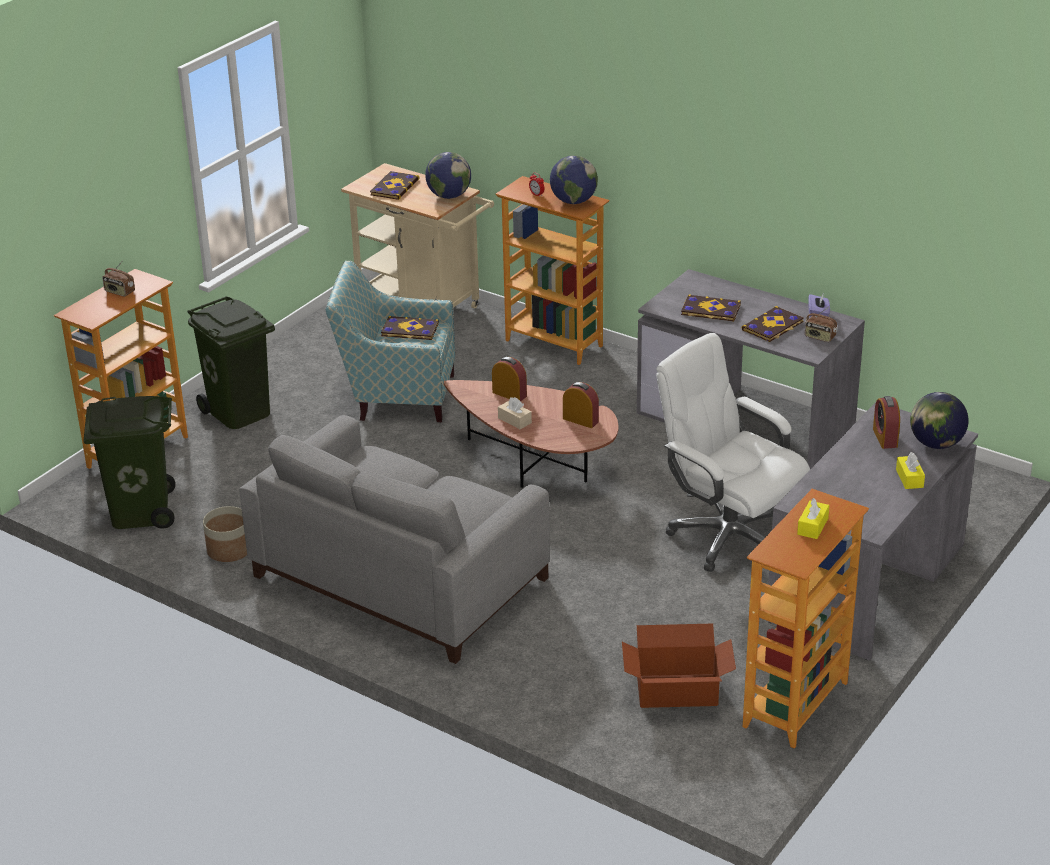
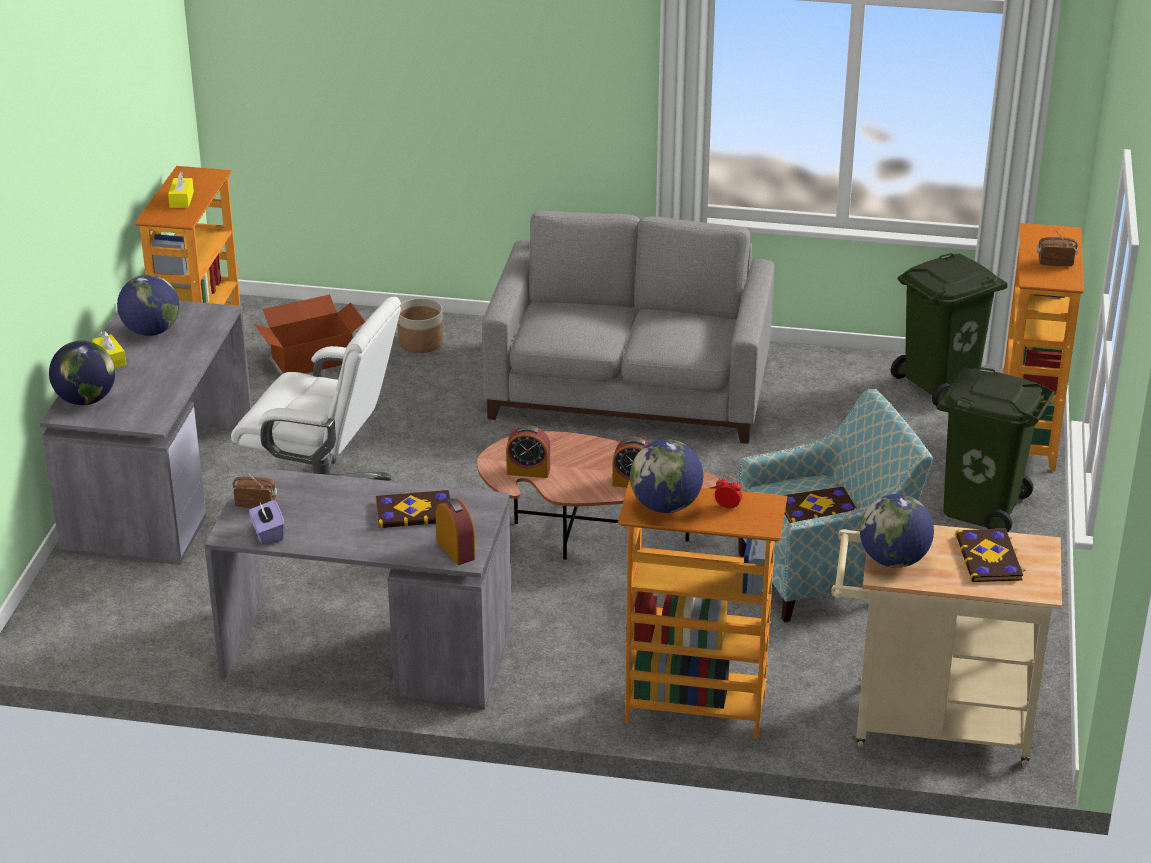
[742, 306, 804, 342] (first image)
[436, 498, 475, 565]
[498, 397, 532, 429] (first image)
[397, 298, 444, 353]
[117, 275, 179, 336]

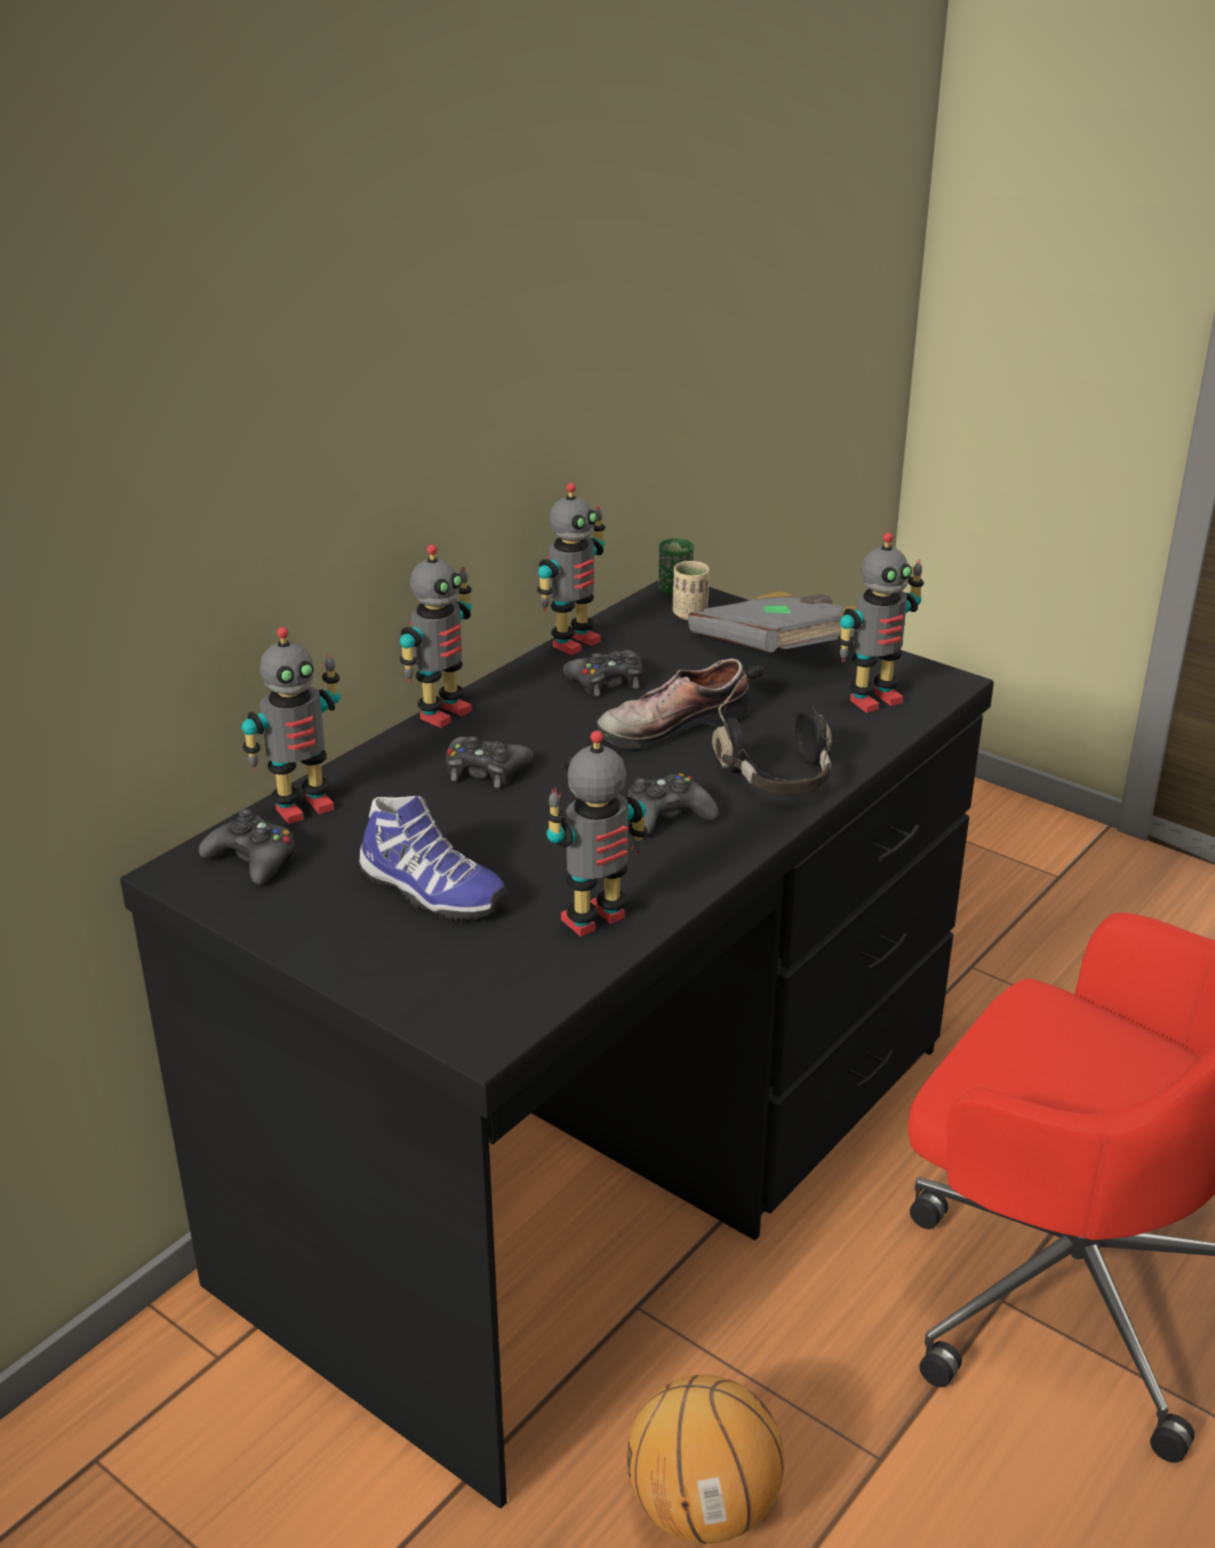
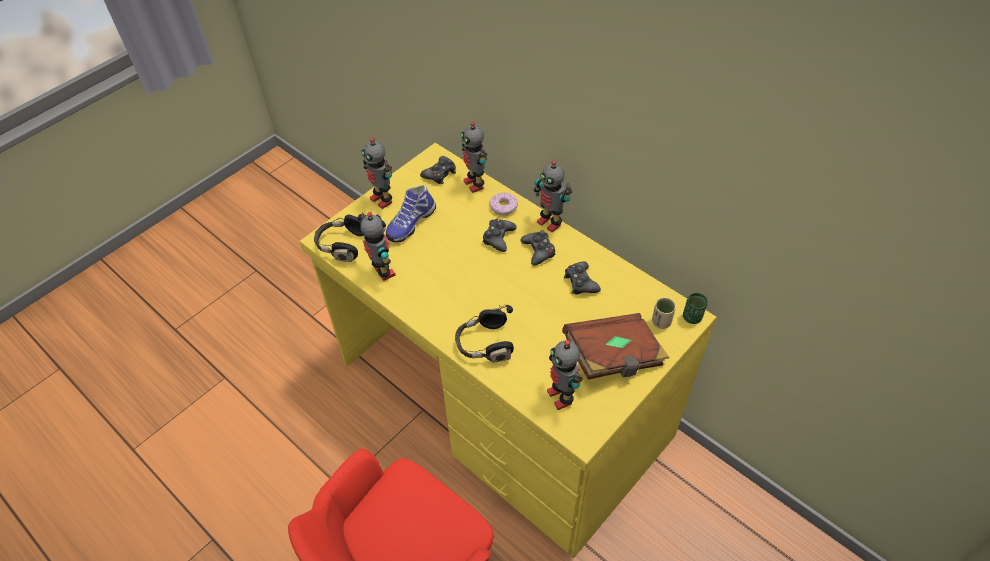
[361, 138, 392, 209]
[300, 143, 717, 558]
[562, 313, 669, 380]
[597, 659, 749, 749] (first image)
[521, 230, 556, 266]
[627, 1375, 784, 1544] (first image)
[489, 193, 518, 215]
[314, 214, 367, 262]

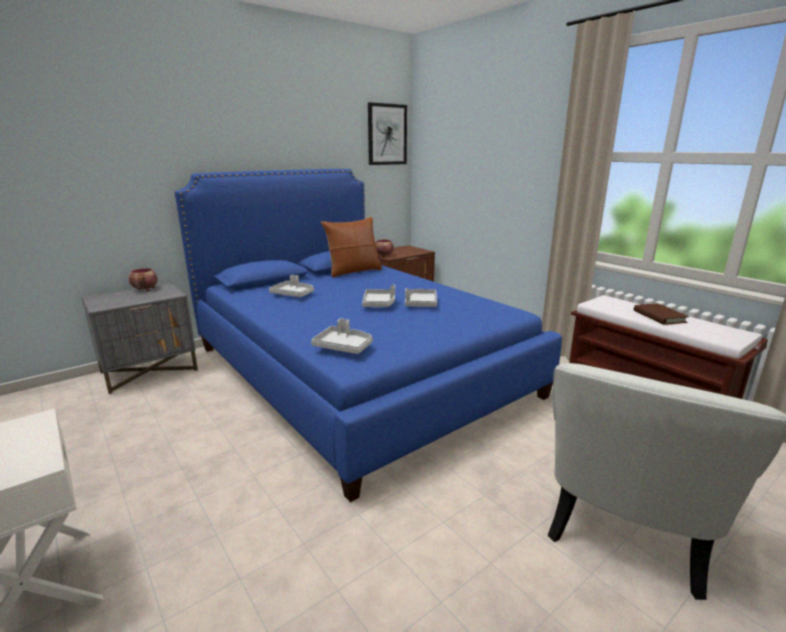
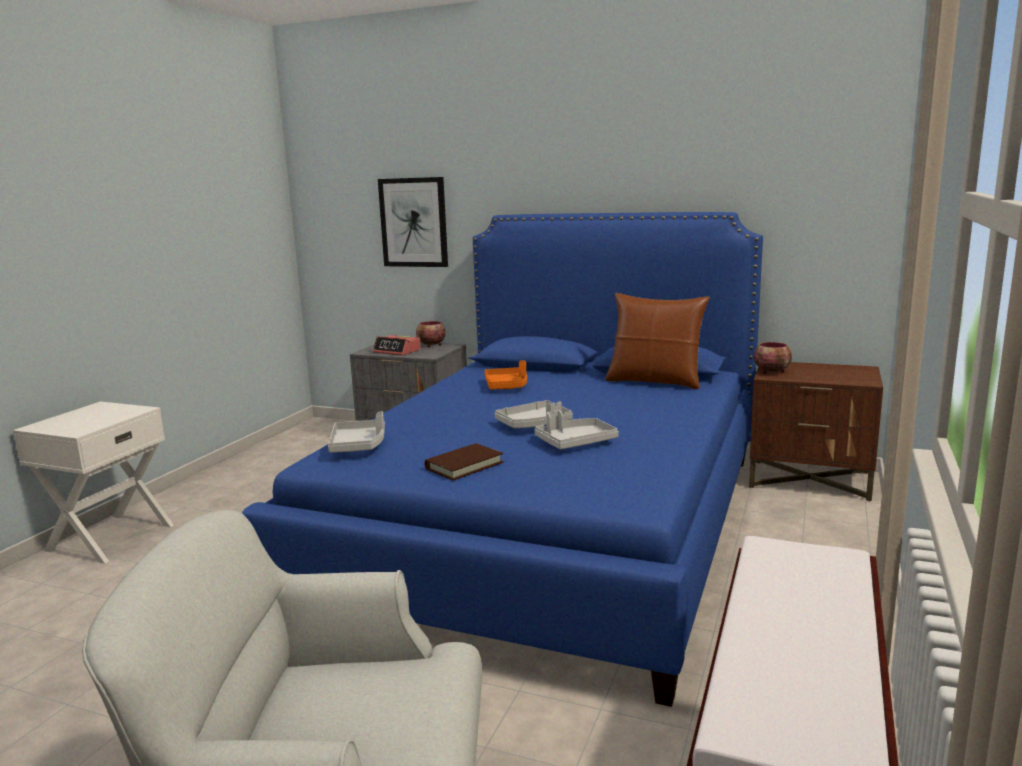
[378, 177, 448, 267]
[484, 360, 527, 389]
[425, 443, 504, 480]
[373, 335, 421, 355]

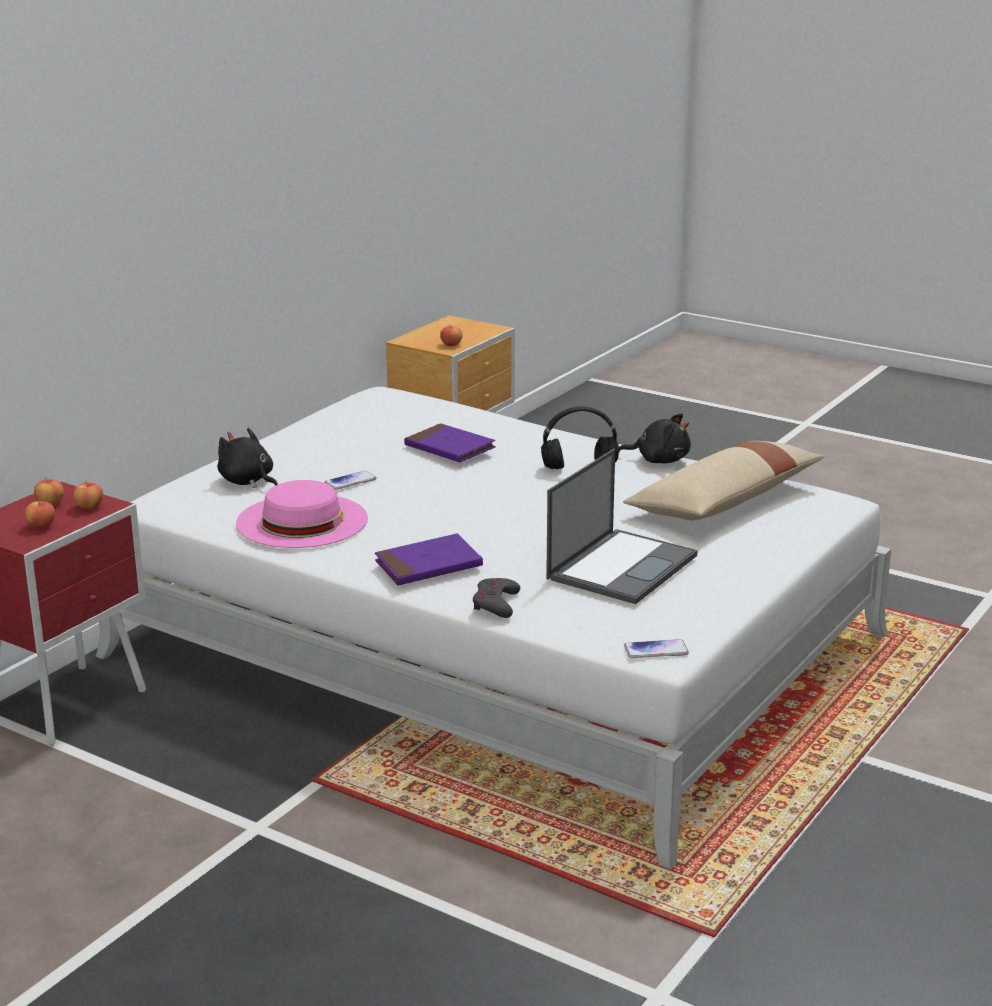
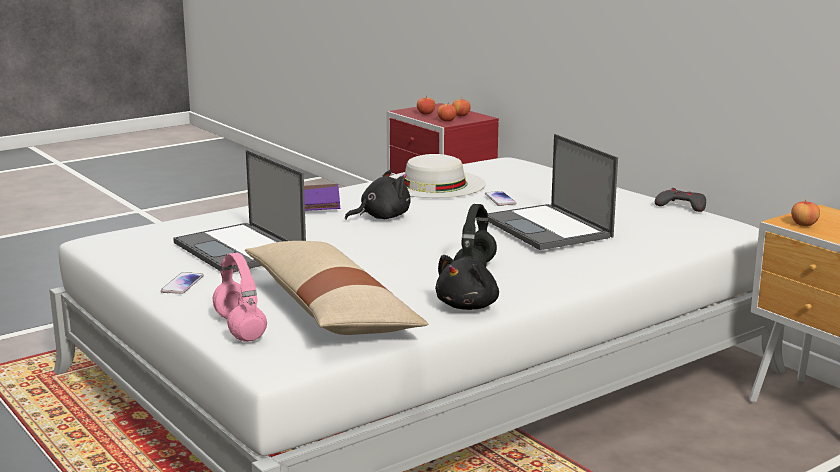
[488, 134, 618, 250]
[345, 170, 411, 219]
[390, 154, 486, 198]
[655, 188, 706, 212]
[161, 272, 204, 294]
[213, 253, 267, 342]

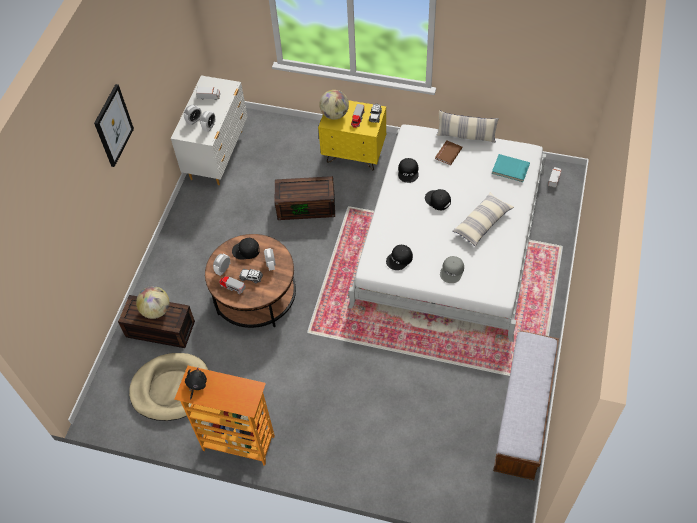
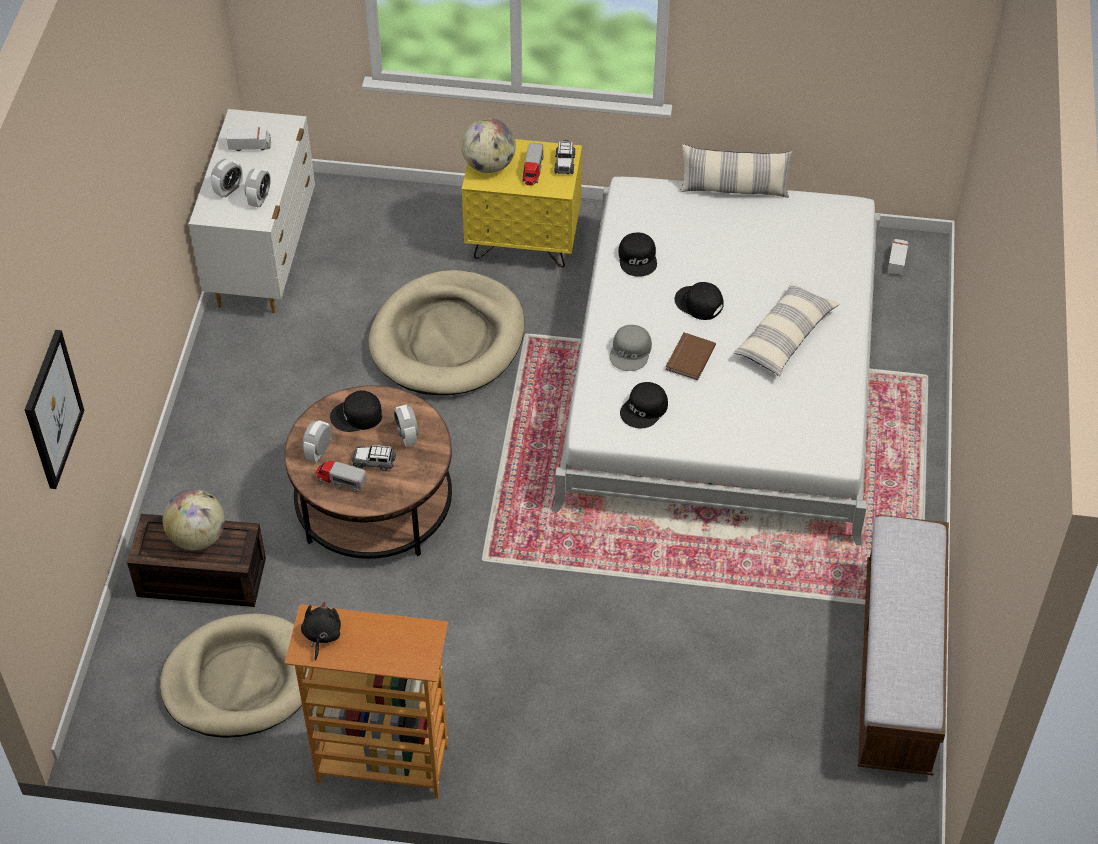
[25, 330, 84, 489]
[665, 333, 716, 380]
[492, 154, 530, 182] (first image)
[369, 270, 524, 395]
[610, 325, 652, 371]

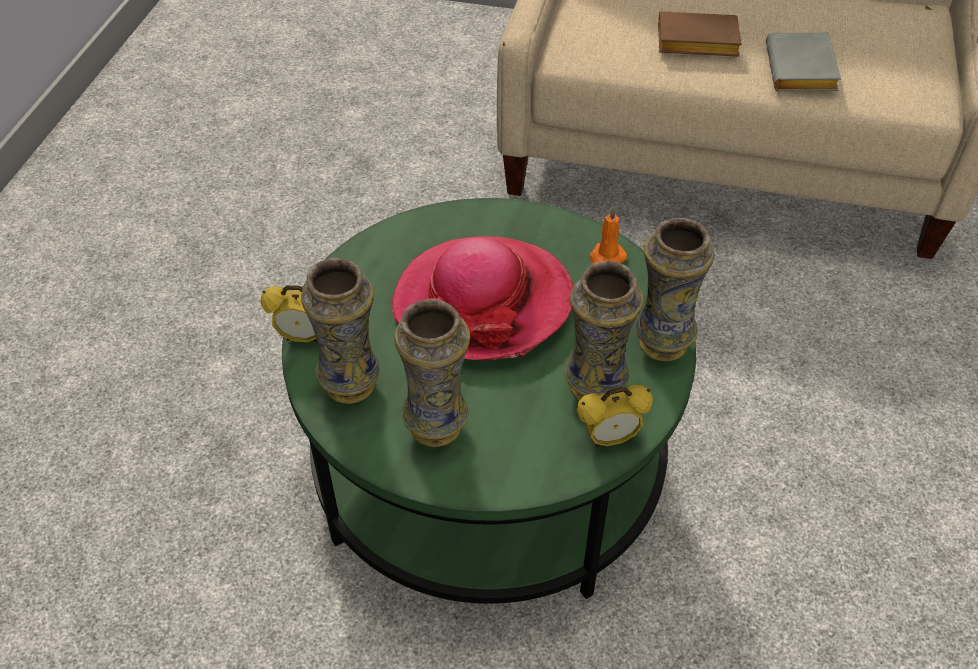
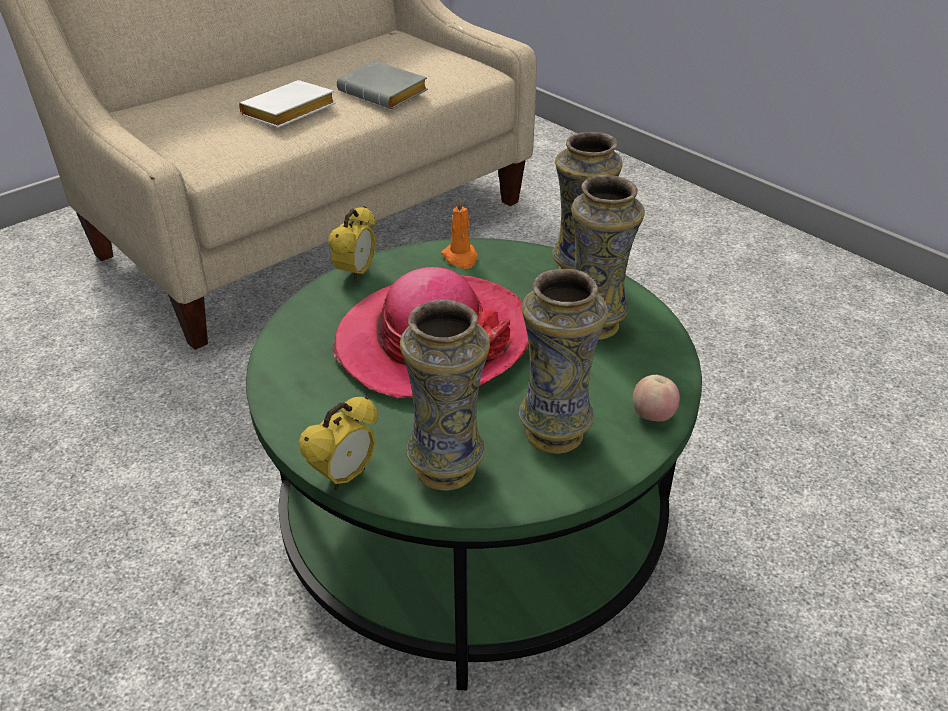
[239, 80, 336, 128]
[329, 206, 375, 283]
[633, 375, 680, 422]

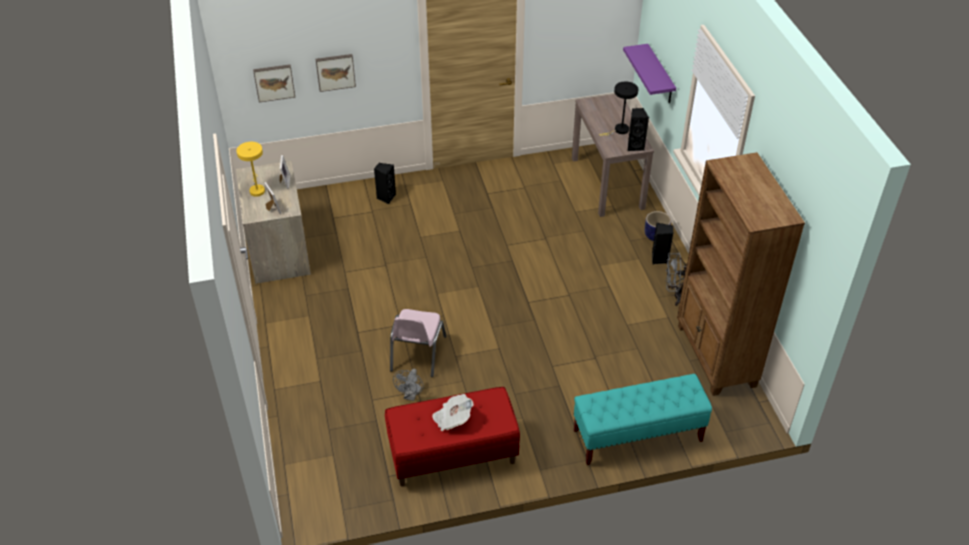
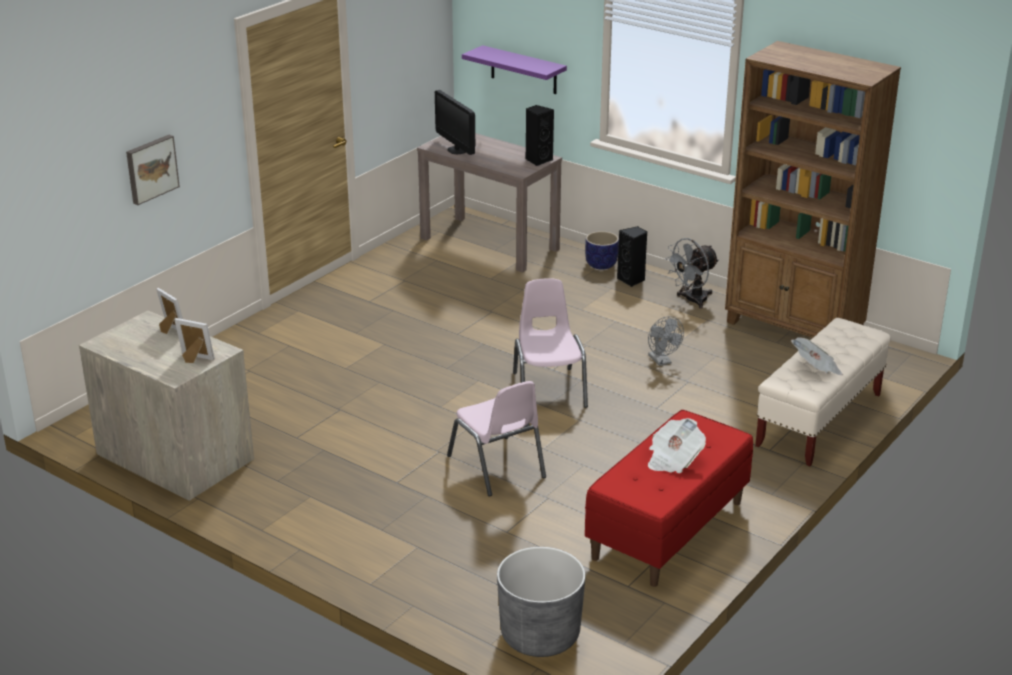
[253, 65, 295, 102] (first image)
[599, 81, 638, 136] (first image)
[236, 142, 265, 197] (first image)
[374, 163, 396, 204] (first image)
[648, 316, 684, 366]
[755, 318, 891, 466]
[435, 90, 475, 155]
[513, 278, 588, 408]
[791, 337, 843, 375]
[497, 547, 585, 657]

